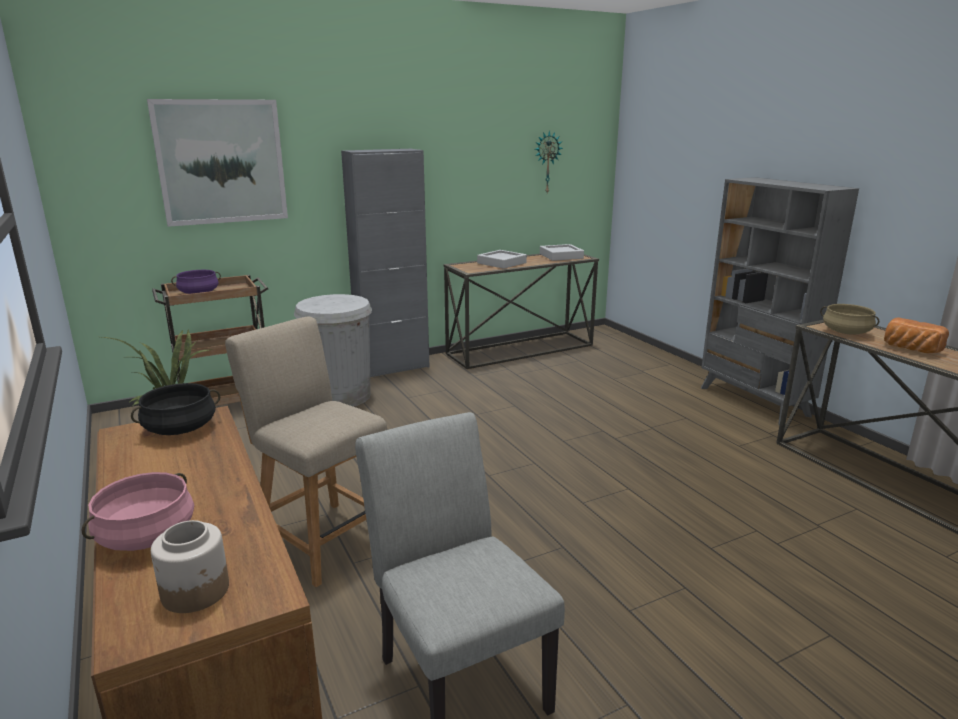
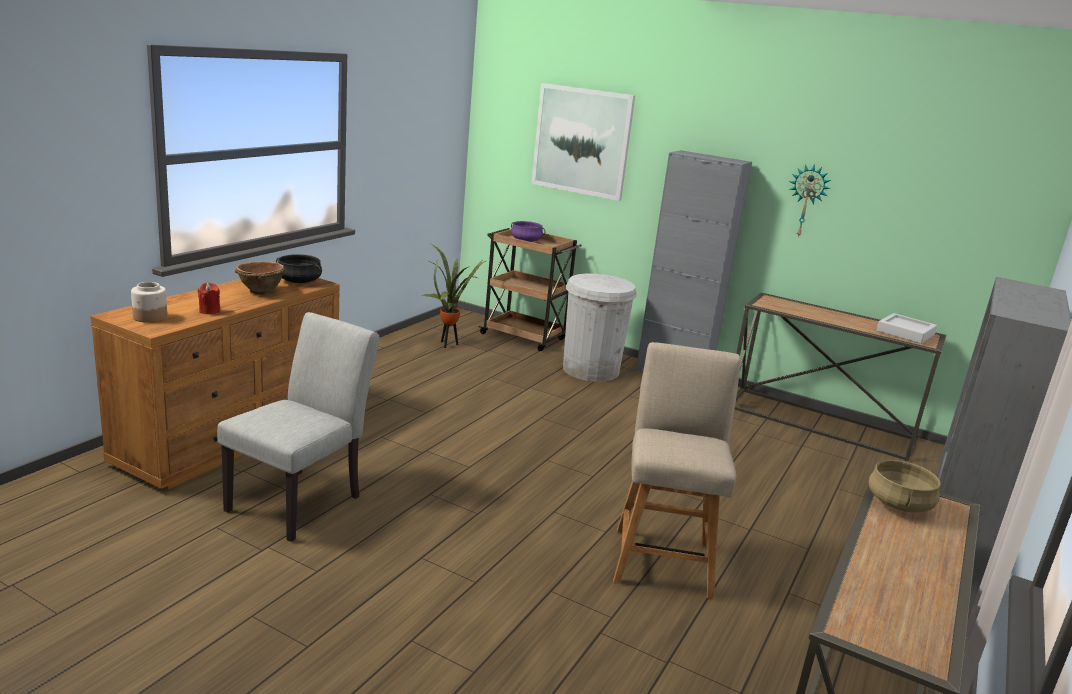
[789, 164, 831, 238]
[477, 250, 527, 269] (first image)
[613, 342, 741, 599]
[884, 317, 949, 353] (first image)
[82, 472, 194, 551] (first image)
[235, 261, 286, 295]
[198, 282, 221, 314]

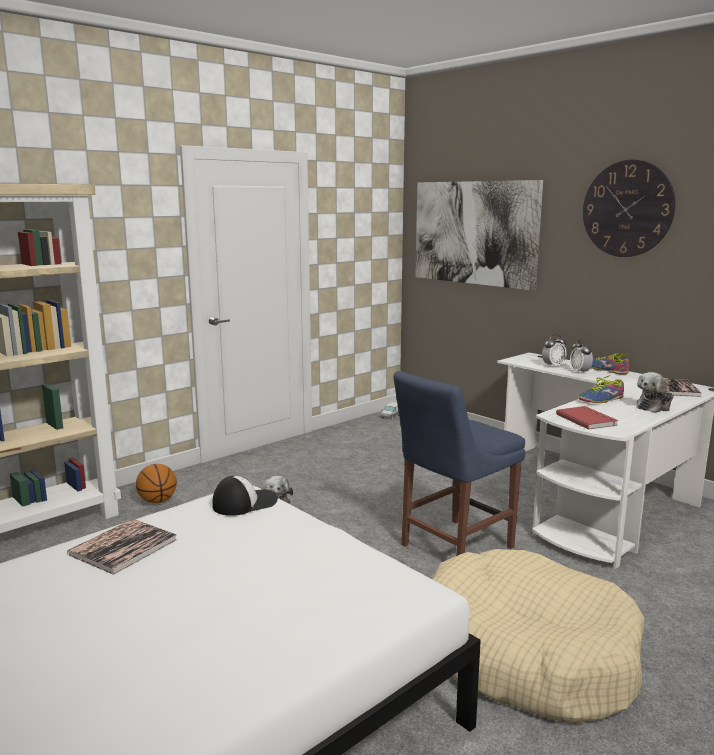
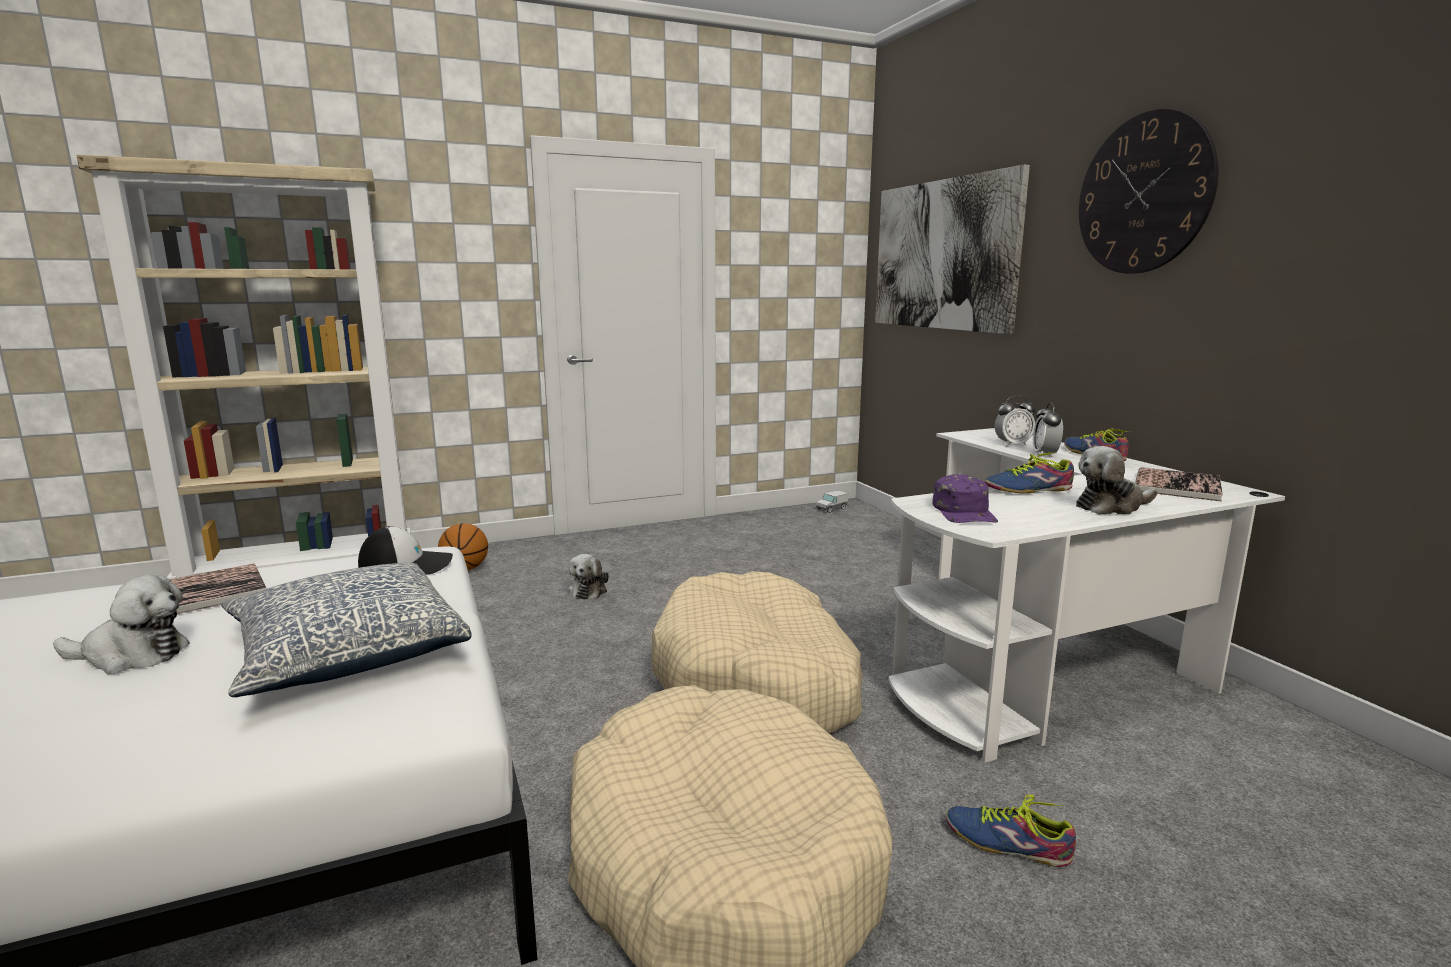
[652, 571, 863, 733]
[932, 474, 998, 523]
[221, 563, 472, 697]
[53, 575, 190, 674]
[946, 794, 1076, 867]

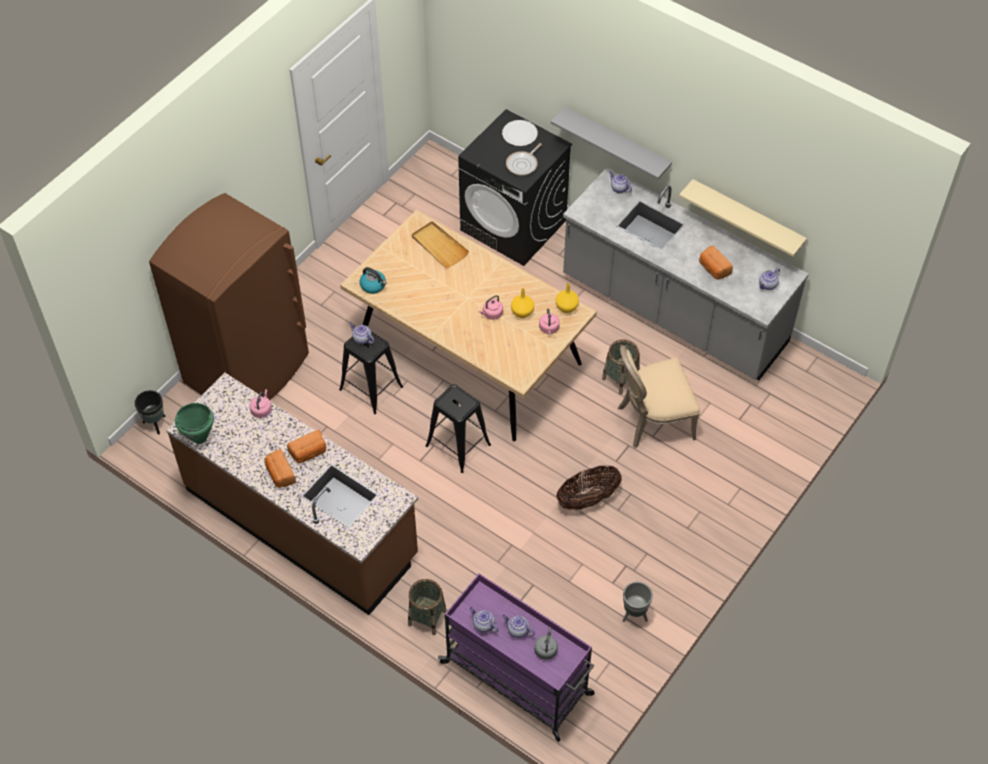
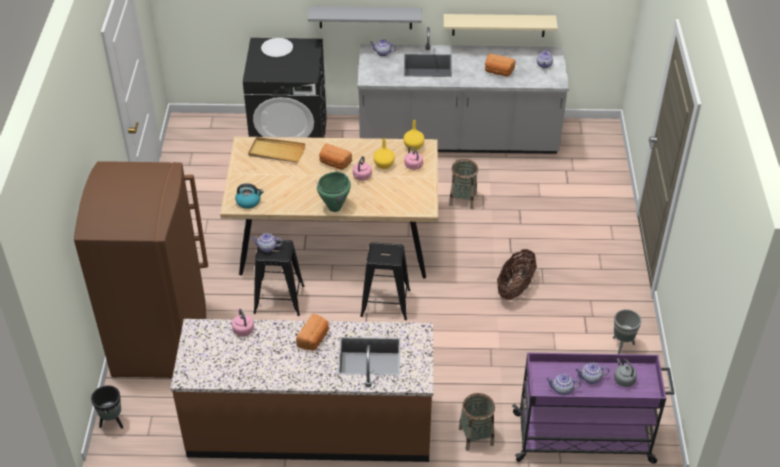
[506, 143, 542, 176] (first image)
[618, 345, 700, 448] (first image)
[317, 172, 351, 212]
[319, 143, 352, 170]

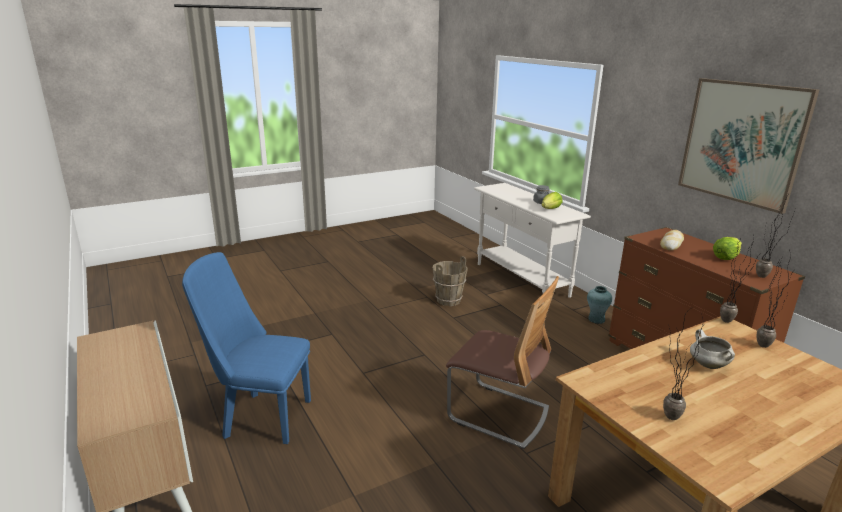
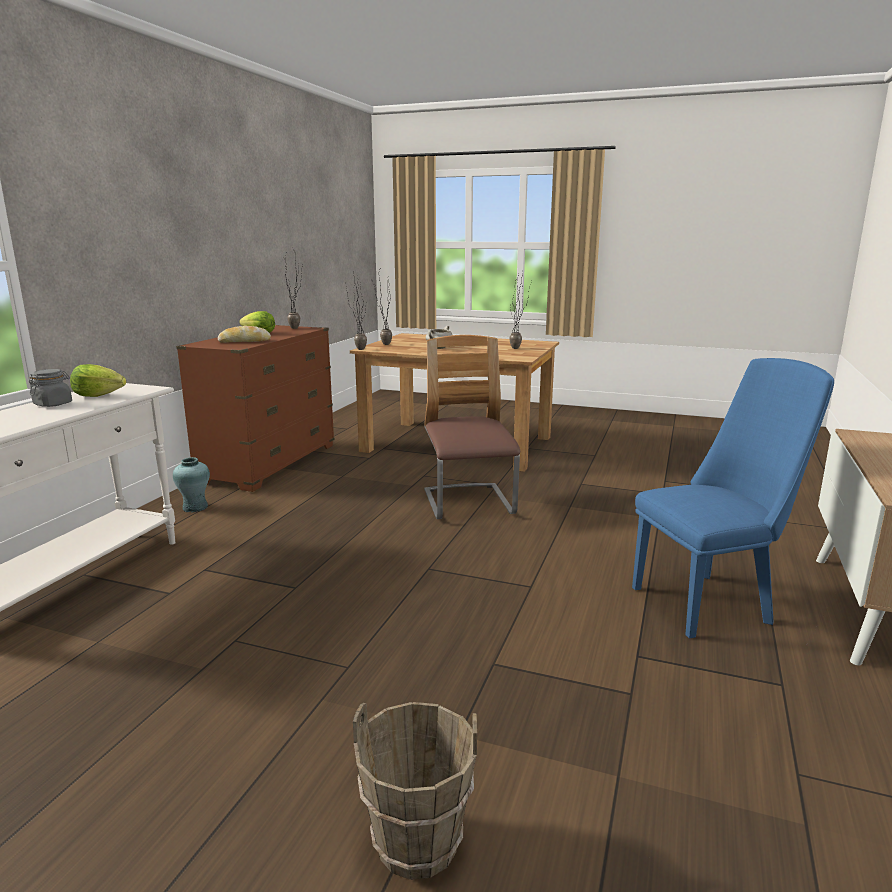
[678, 78, 819, 214] (first image)
[632, 358, 834, 638]
[353, 702, 477, 880]

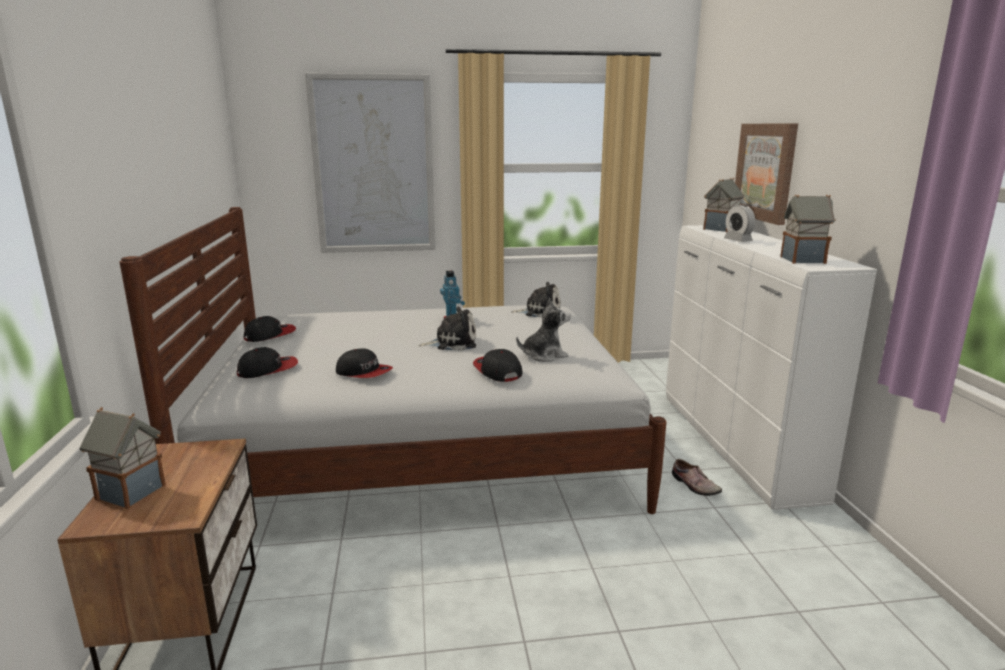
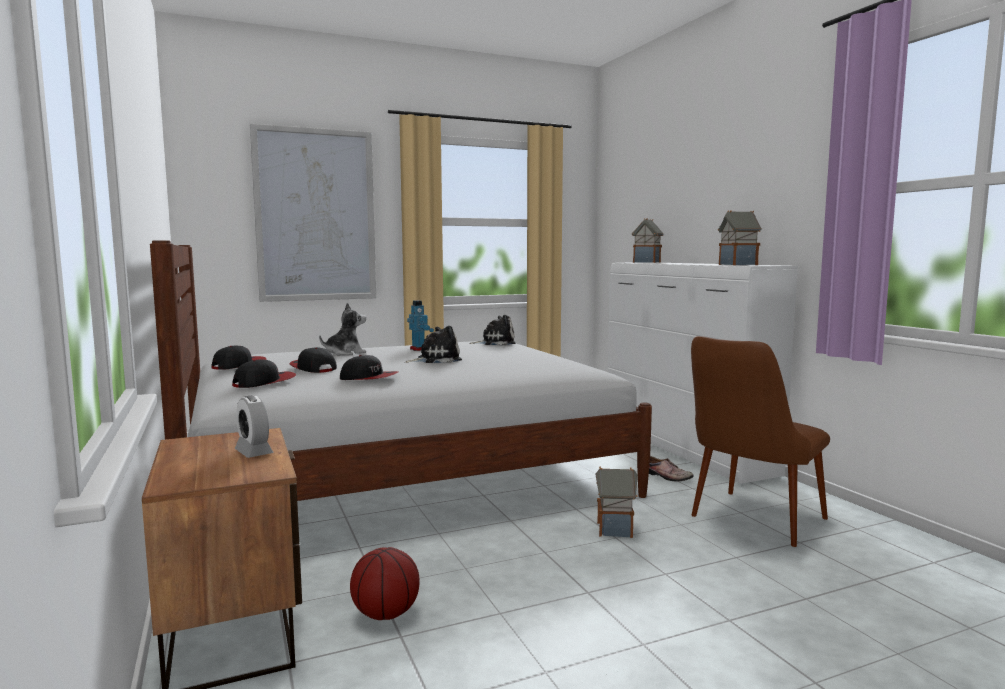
[735, 123, 798, 225] (first image)
[235, 396, 273, 458]
[319, 303, 366, 356]
[289, 347, 337, 373]
[595, 467, 638, 538]
[691, 336, 830, 547]
[350, 547, 419, 620]

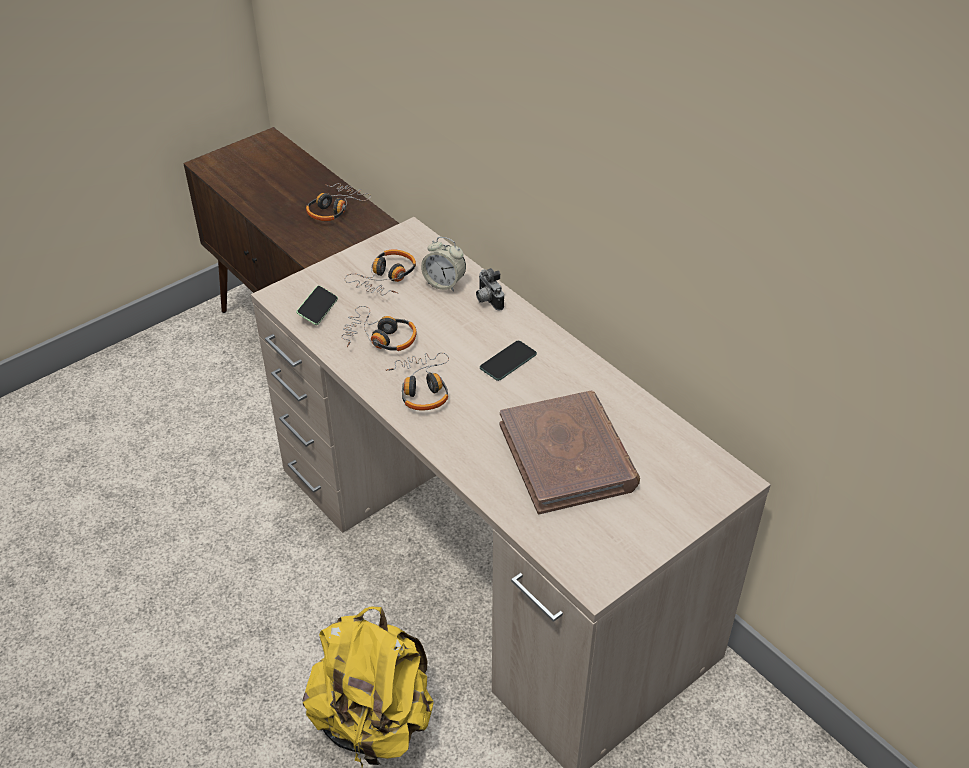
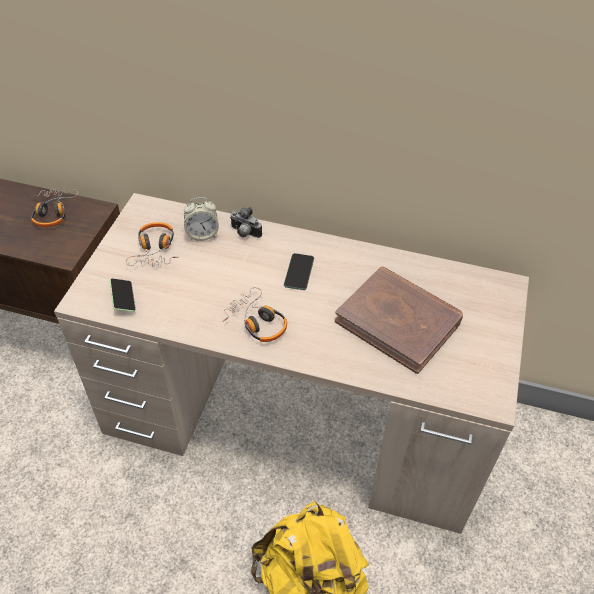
[341, 306, 417, 351] (first image)

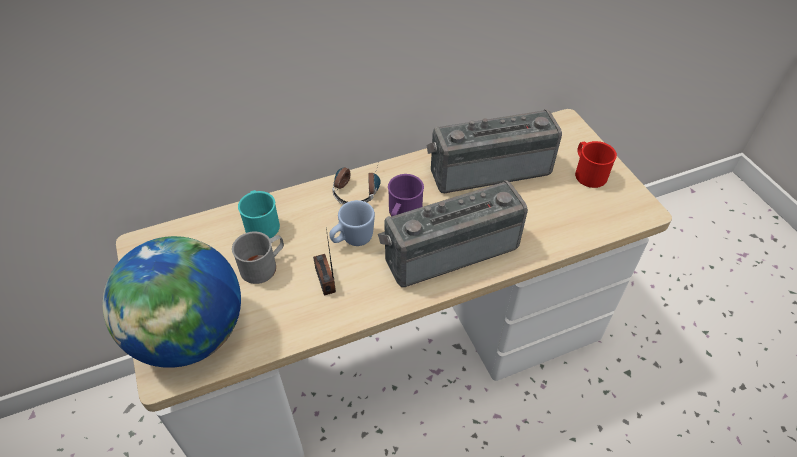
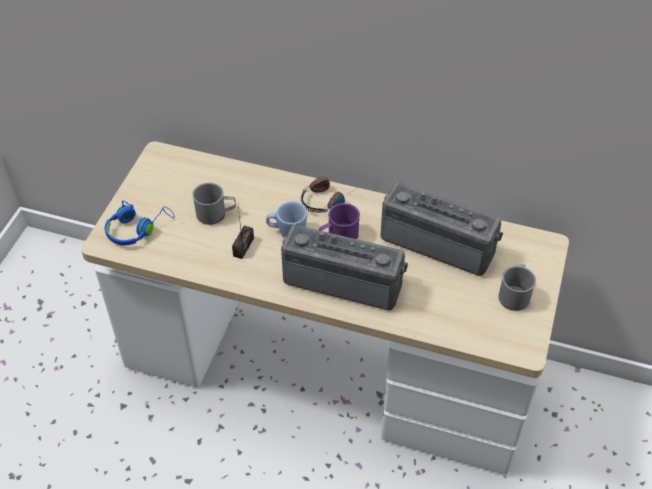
[498, 264, 536, 311]
[238, 190, 280, 238] (first image)
[105, 200, 175, 245]

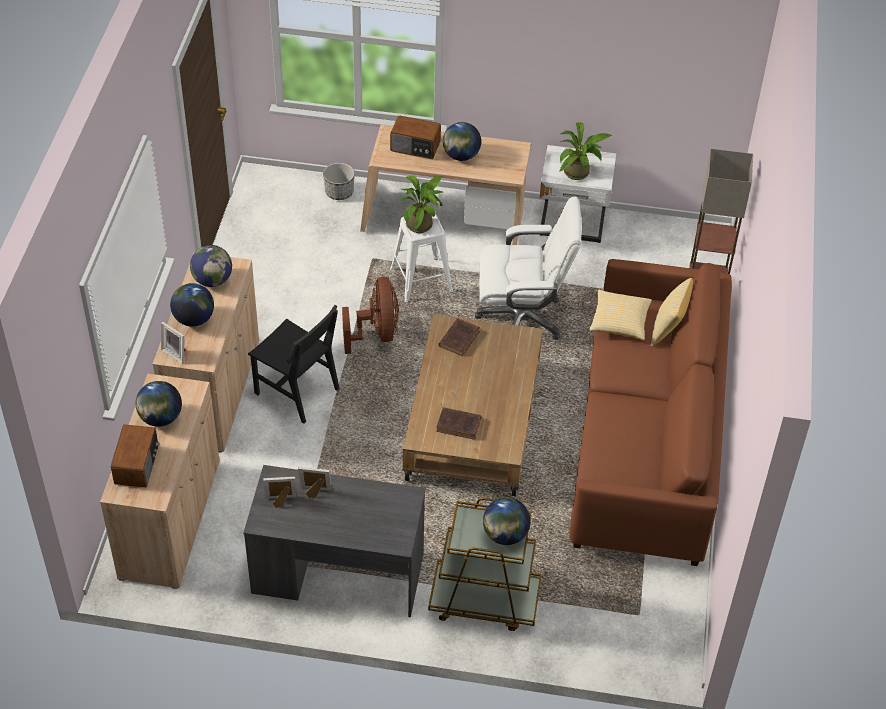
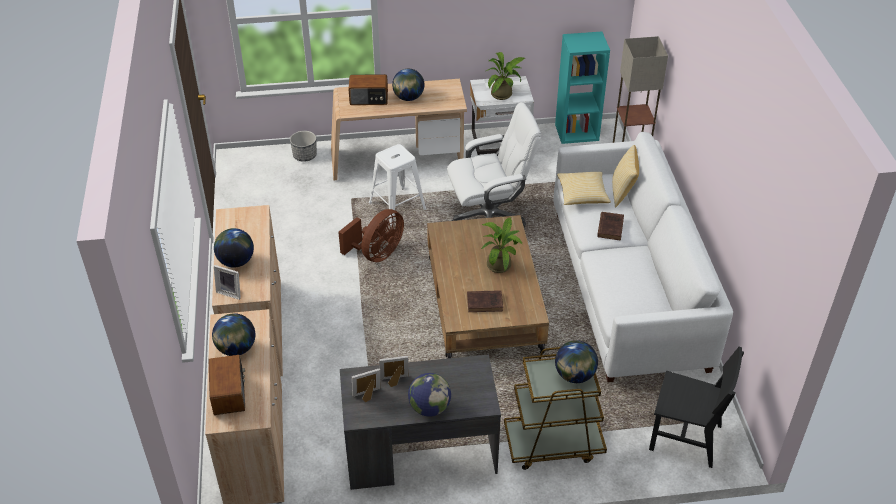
[481, 217, 523, 273]
[408, 373, 451, 417]
[553, 132, 733, 382]
[338, 209, 404, 262]
[649, 347, 744, 468]
[597, 212, 624, 240]
[555, 31, 610, 144]

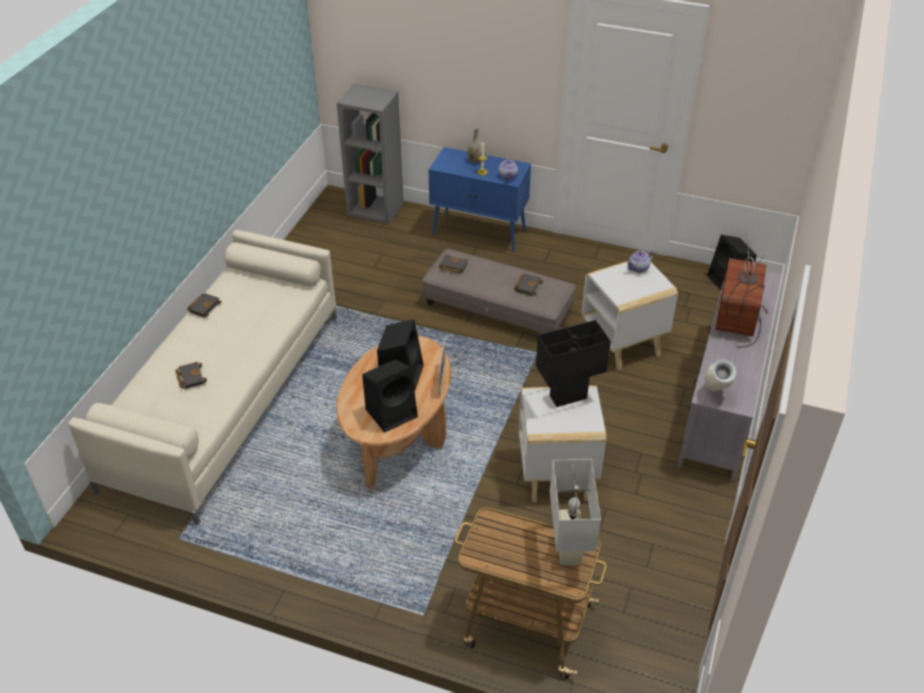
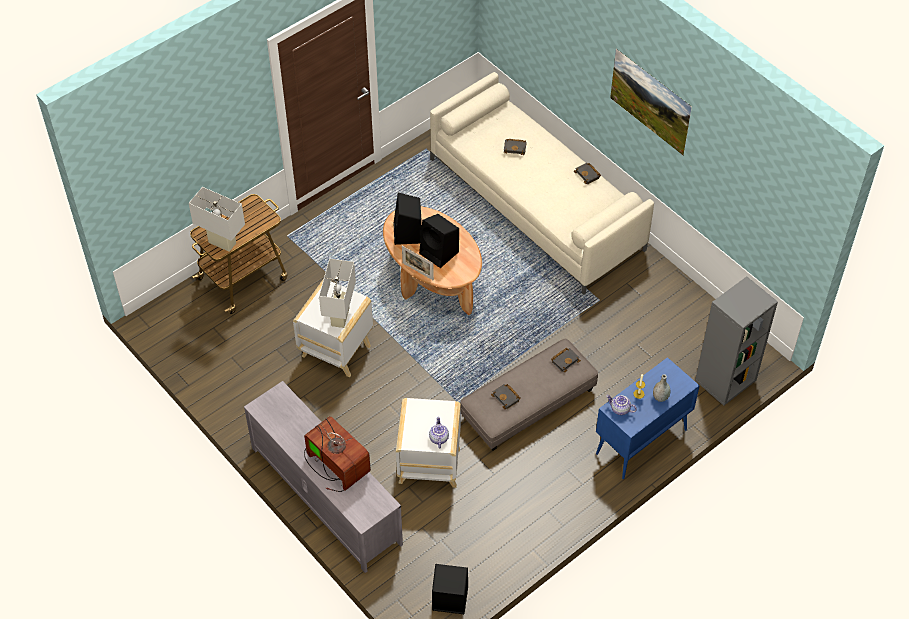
[319, 258, 356, 328]
[706, 359, 736, 391] (first image)
[610, 49, 692, 155]

